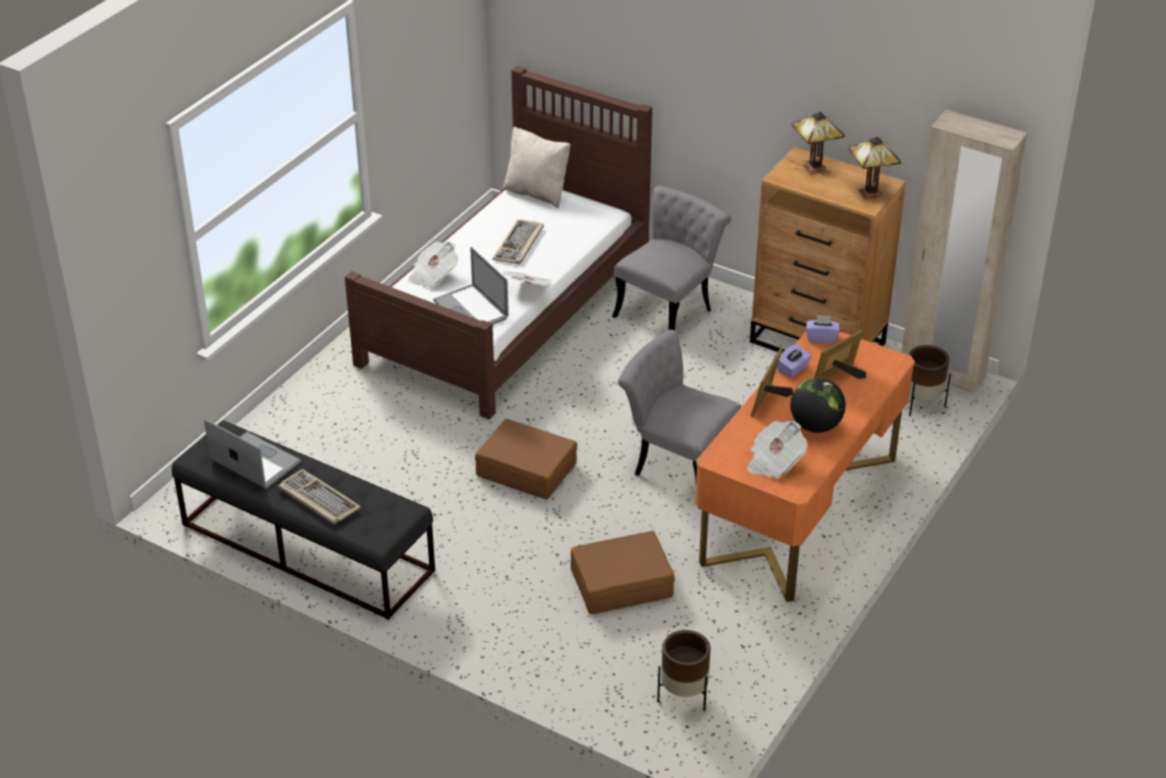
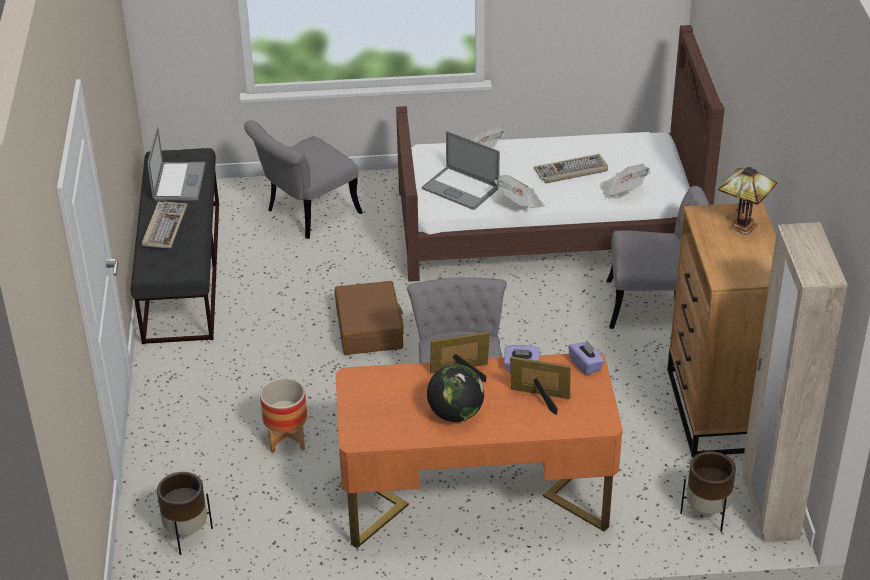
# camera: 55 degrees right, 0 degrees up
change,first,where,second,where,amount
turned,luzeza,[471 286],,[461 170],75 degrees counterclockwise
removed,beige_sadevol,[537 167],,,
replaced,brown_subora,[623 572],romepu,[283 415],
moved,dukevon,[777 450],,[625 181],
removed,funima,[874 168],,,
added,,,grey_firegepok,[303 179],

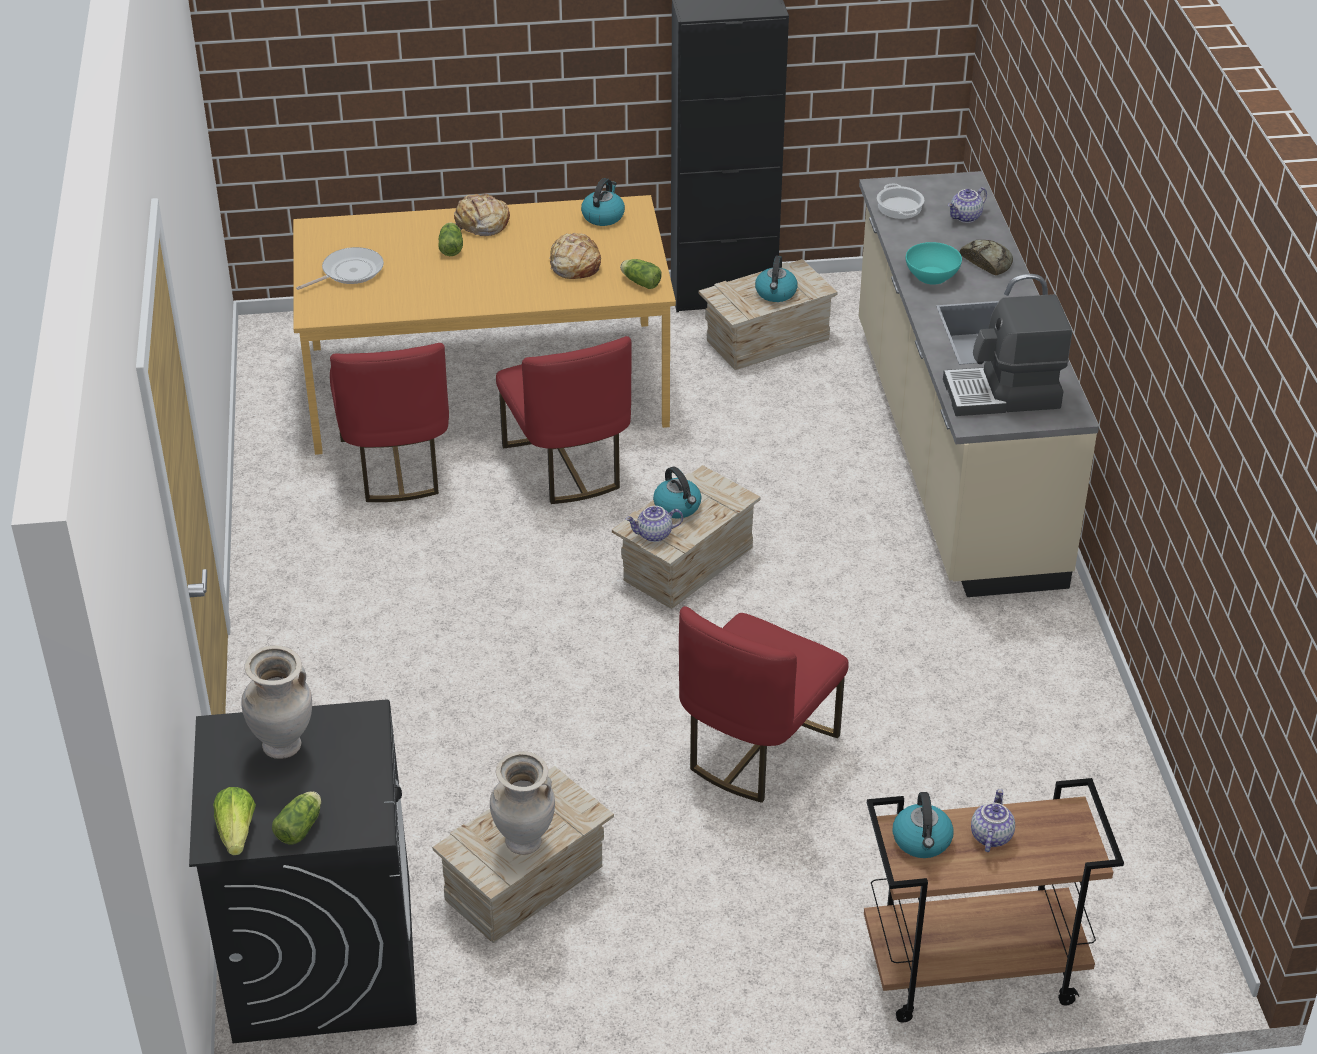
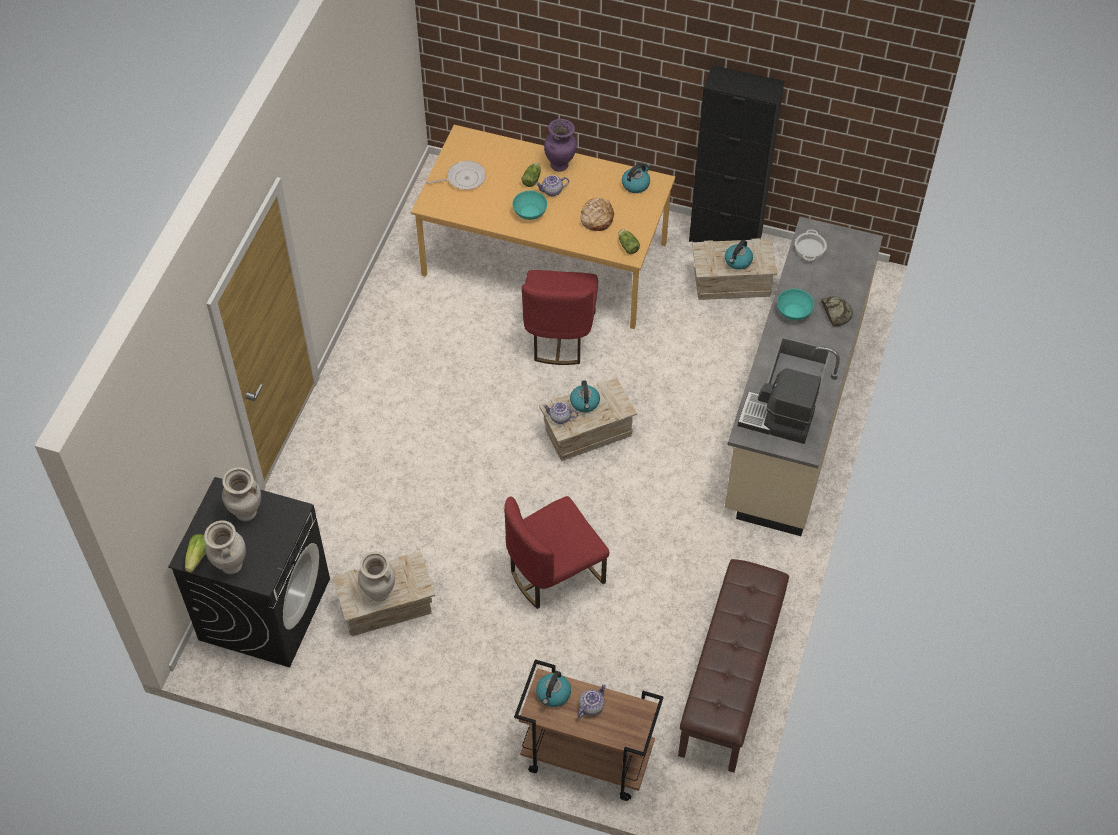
# camera: 25 degrees right, 15 degrees up
change,first,where,second,where,amount
replaced,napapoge,[296 817],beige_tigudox,[225 547],
removed,red_firegepok,[389 422],,,
replaced,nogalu,[482 214],purple_tigudox,[560 145],
moved,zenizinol,[967 205],,[552 185],
added,,,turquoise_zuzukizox,[529 205],
added,,,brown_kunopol,[733 665],

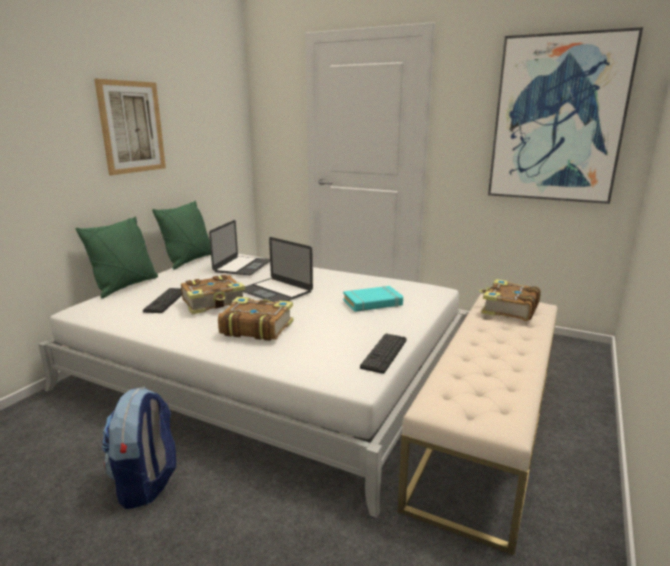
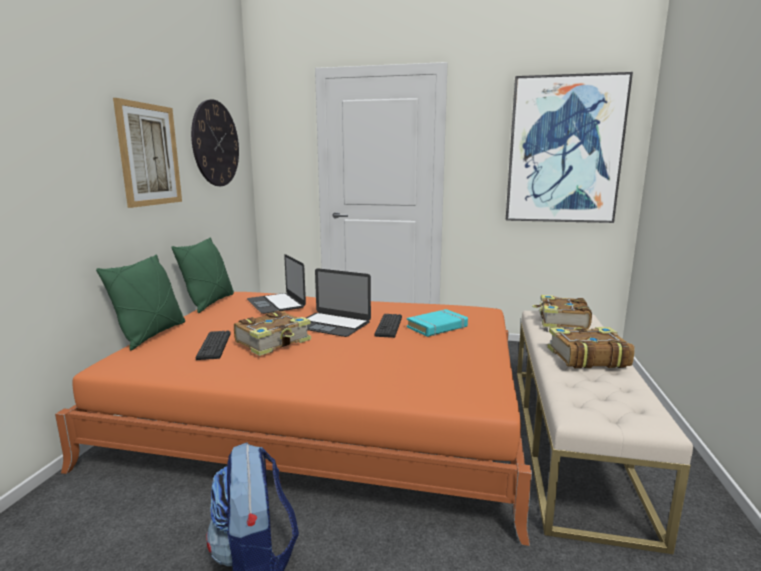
# camera: 15 degrees left, 5 degrees down
change,first,where,second,where,amount
recoloured,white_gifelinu,[252 386],orange_gifelinu,[293 419],
turned,luzeza,[239 247],,[276 284],150 degrees clockwise
moved,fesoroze,[255 319],,[591 347],
moved,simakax,[383 353],,[388 326],
added,,,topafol,[215 142],

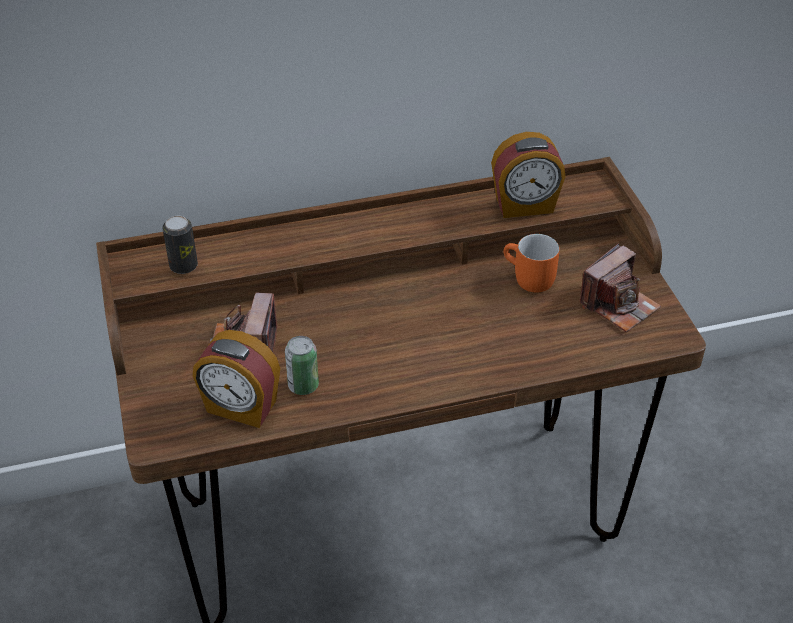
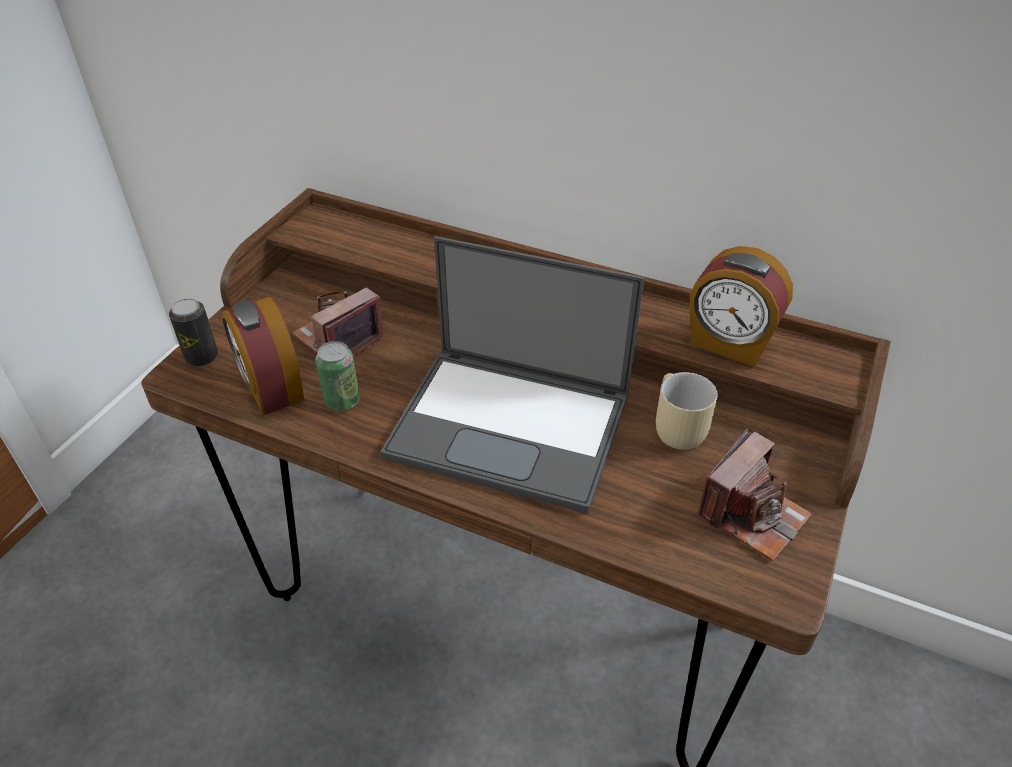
# camera: 40 degrees right, 0 degrees up
change,first,where,second,where,amount
moved,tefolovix,[180 245],,[193 332],
recoloured,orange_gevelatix,[532 263],beige_gevelatix,[687 411],
turned,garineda,[620 287],,[754 494],45 degrees counterclockwise
added,,,luzeza,[512 375],

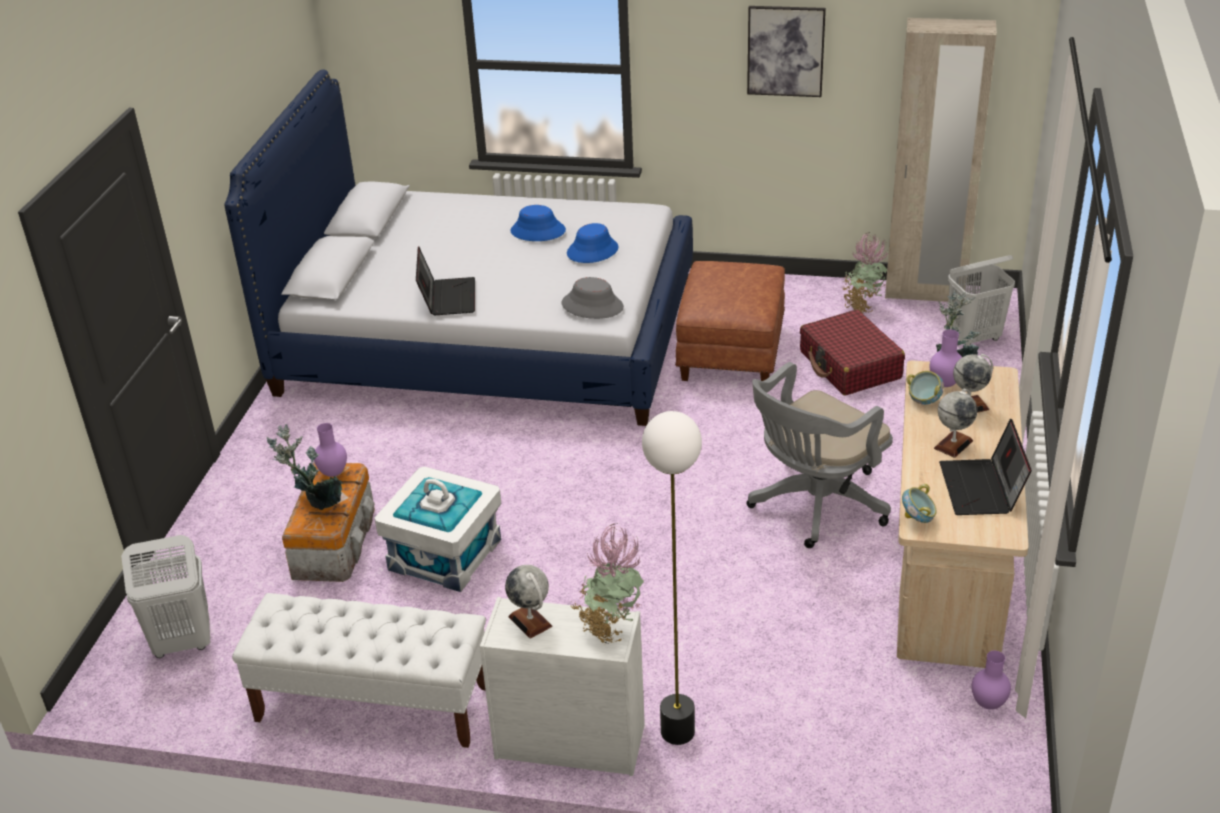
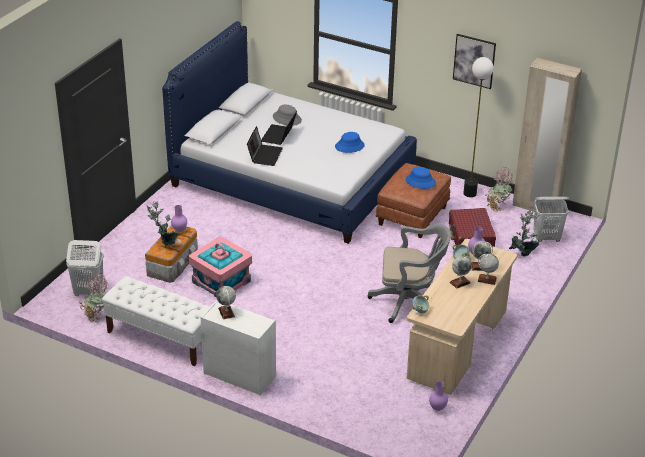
# camera: 15 degrees right, 0 degrees up
change,first,where,second,where,amount
recoloured,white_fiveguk,[438 529],pink_fiveguk,[220 267],
moved,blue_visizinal,[538 223],,[421 178],
moved,grey_visizinal,[592 298],,[287 115],
moved,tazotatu,[607 583],,[94 297],
moved,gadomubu,[672 578],,[478 127],
turned,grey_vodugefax,[820 455],,[409 273],150 degrees counterclockwise
moved,luzeza,[985 466],,[279 128],
added,,,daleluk,[488 269],

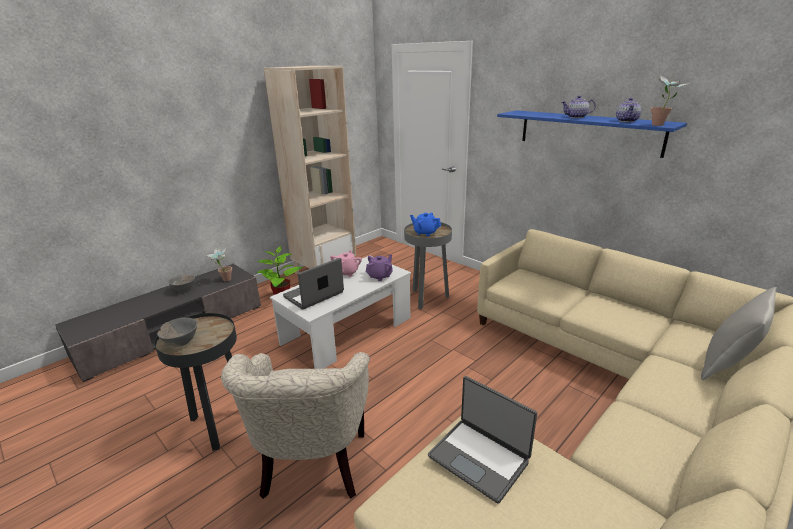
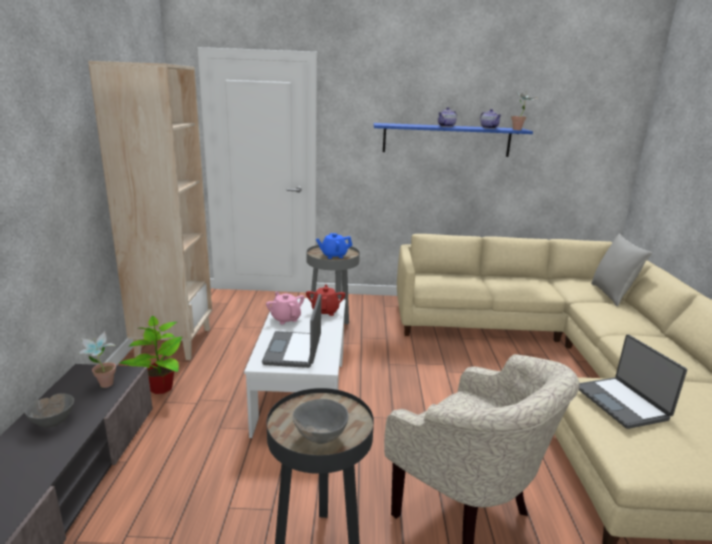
# camera: 45 degrees left, 5 degrees down
change,first,where,second,where,amount
recoloured,purple_zenizinol,[379 268],red_zenizinol,[325 300],
turned,luzeza,[482 440],,[633 382],75 degrees clockwise

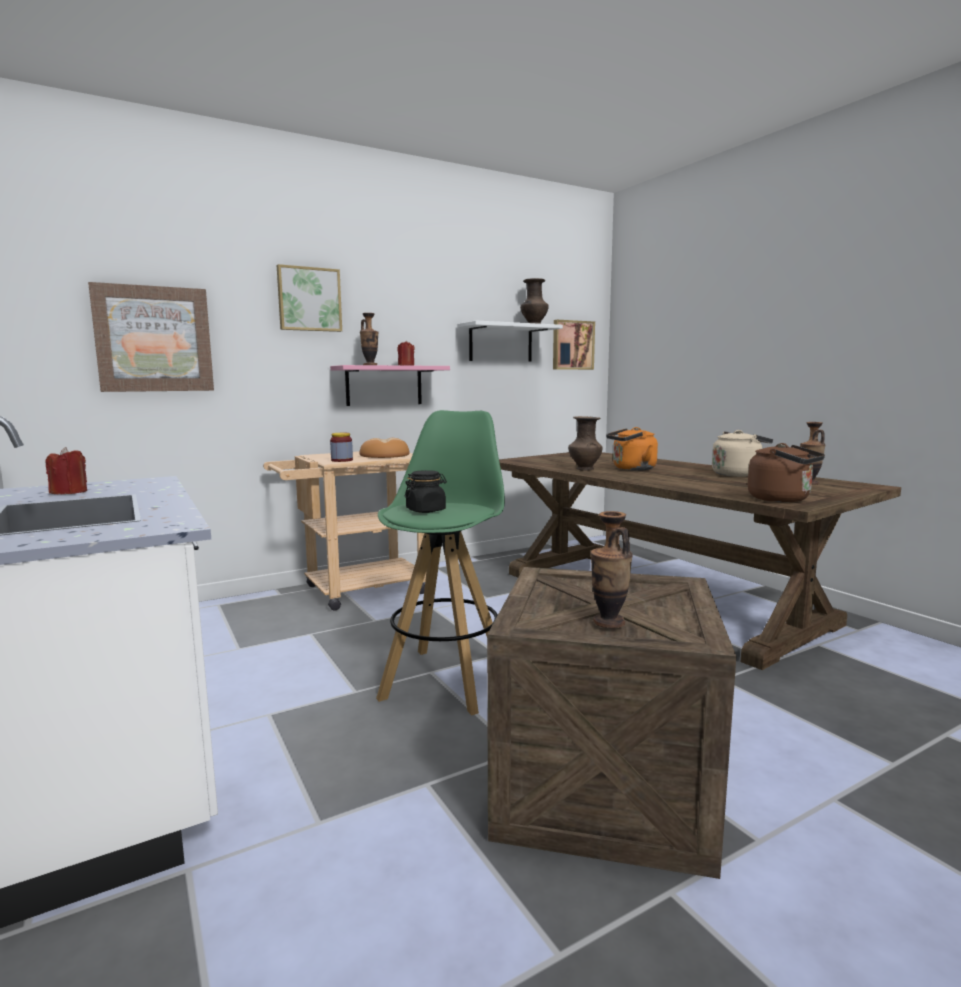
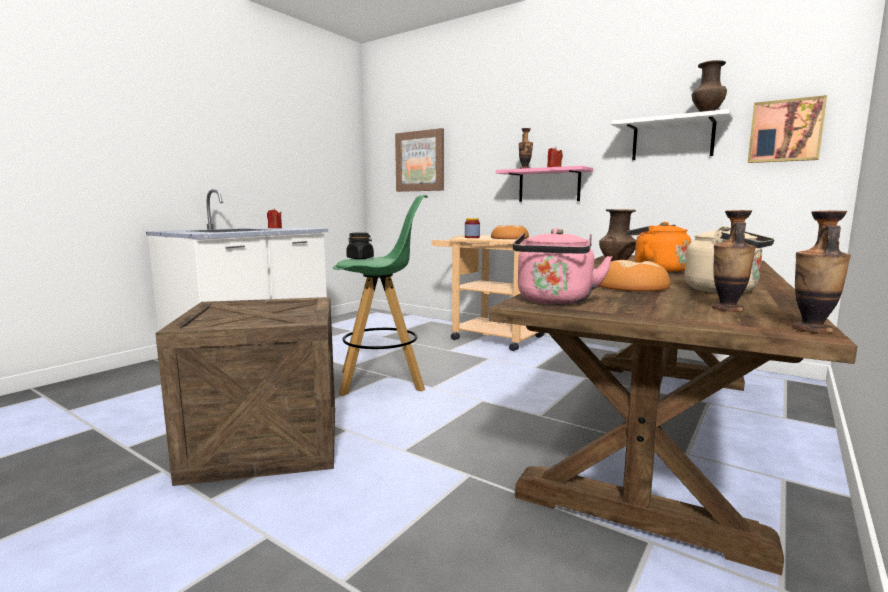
# camera: 65 degrees right, 0 degrees up
change,first,where,second,where,amount
removed,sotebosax,[309 298],,,
moved,tigudox,[611 569],,[821 272],
recoloured,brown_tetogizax,[786 472],pink_tetogizax,[563 266],
added,,,nogalu,[634 275],

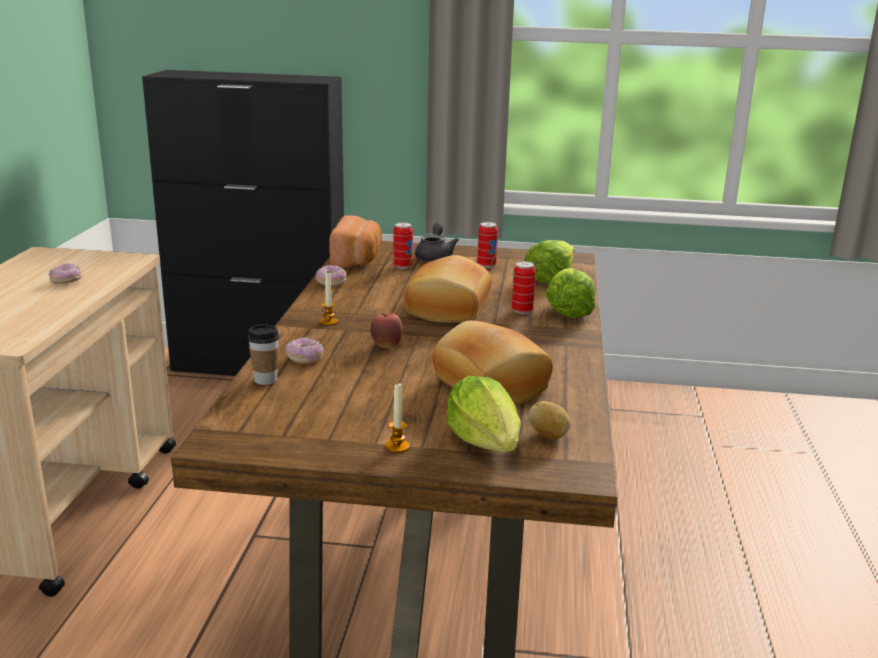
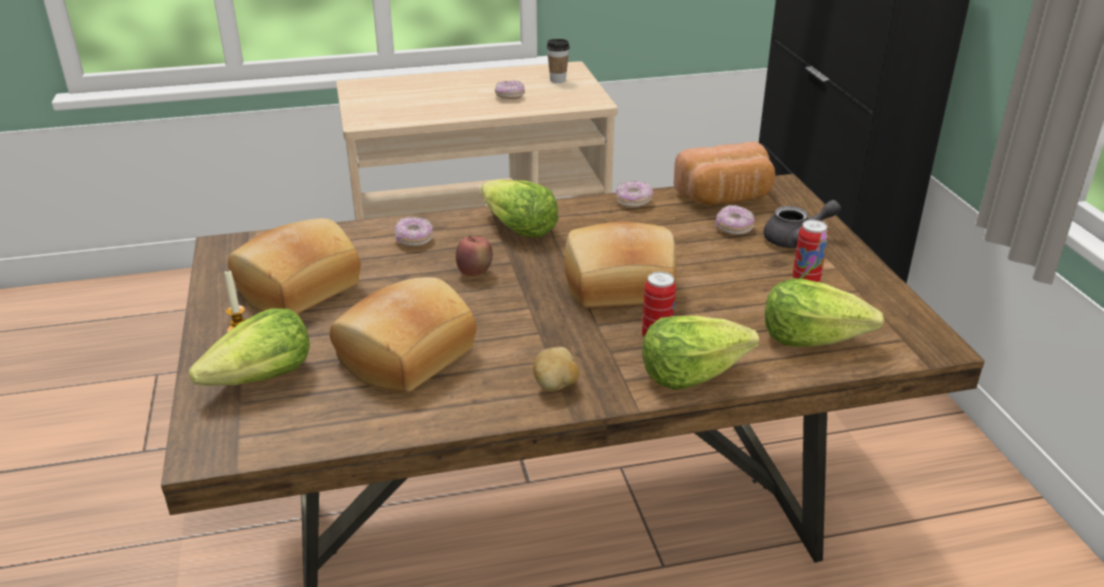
# camera: 70 degrees right, 10 degrees up
change,first,where,second,where,amount
moved,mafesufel,[263 354],,[558 61],
replaced,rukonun,[329 299],napapoge,[519 208],
replaced,tefolovix,[403 245],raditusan,[735 220],
moved,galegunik,[549 420],,[556 369],
added,,,nogalu,[294 266],

